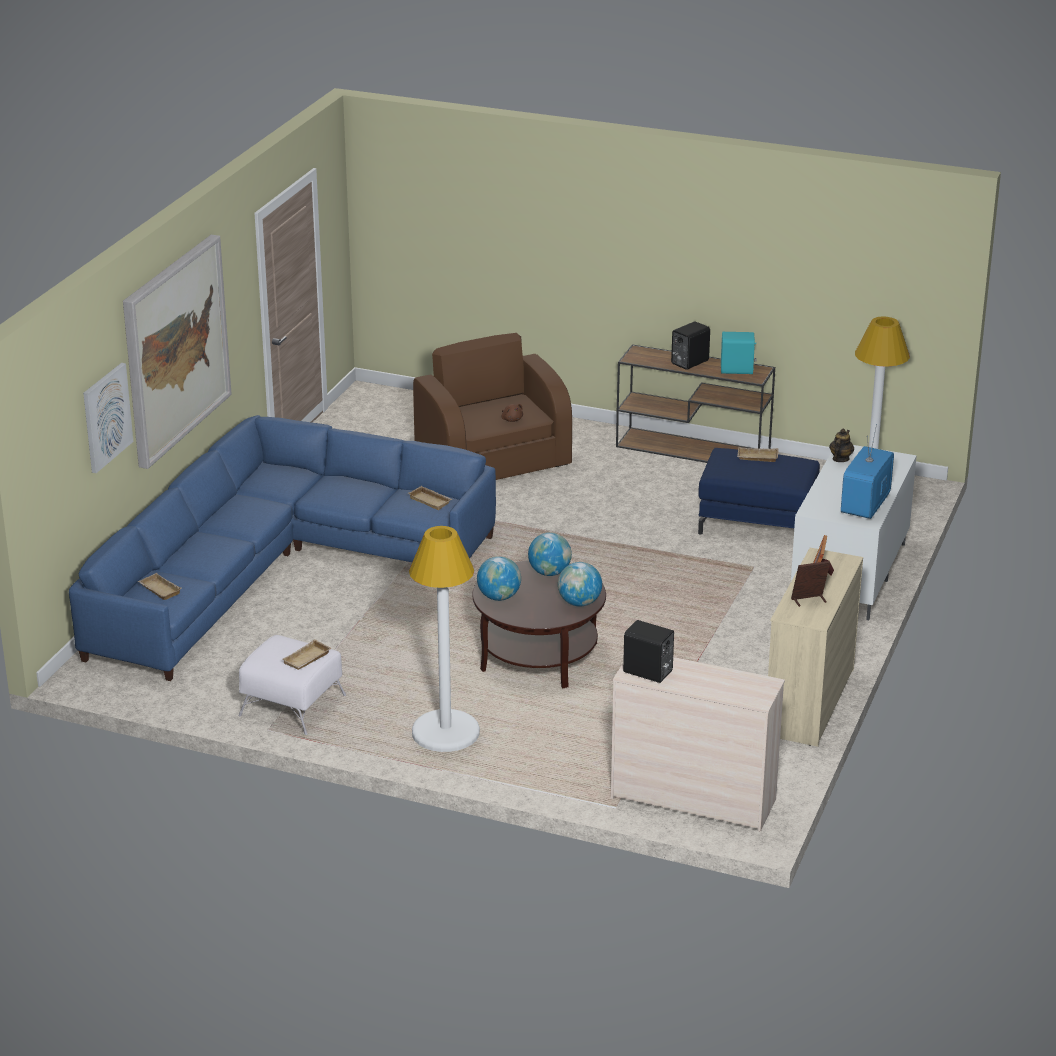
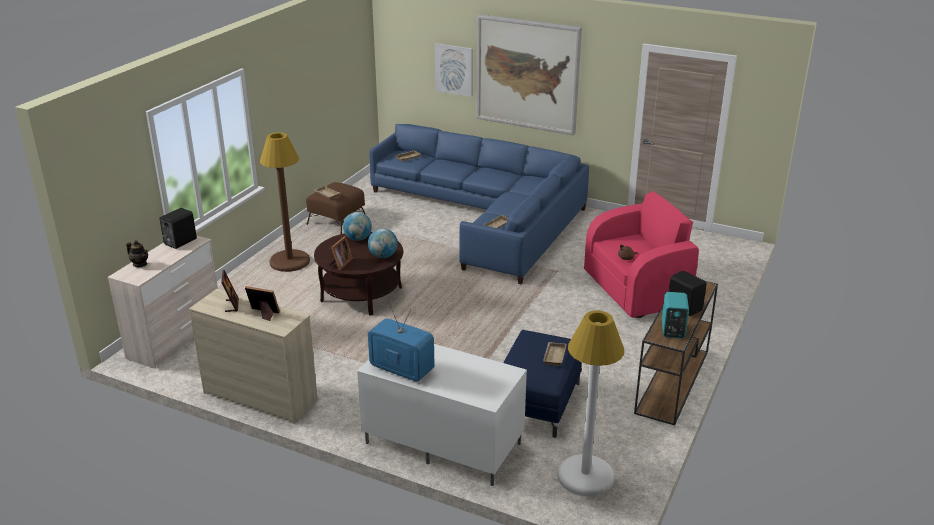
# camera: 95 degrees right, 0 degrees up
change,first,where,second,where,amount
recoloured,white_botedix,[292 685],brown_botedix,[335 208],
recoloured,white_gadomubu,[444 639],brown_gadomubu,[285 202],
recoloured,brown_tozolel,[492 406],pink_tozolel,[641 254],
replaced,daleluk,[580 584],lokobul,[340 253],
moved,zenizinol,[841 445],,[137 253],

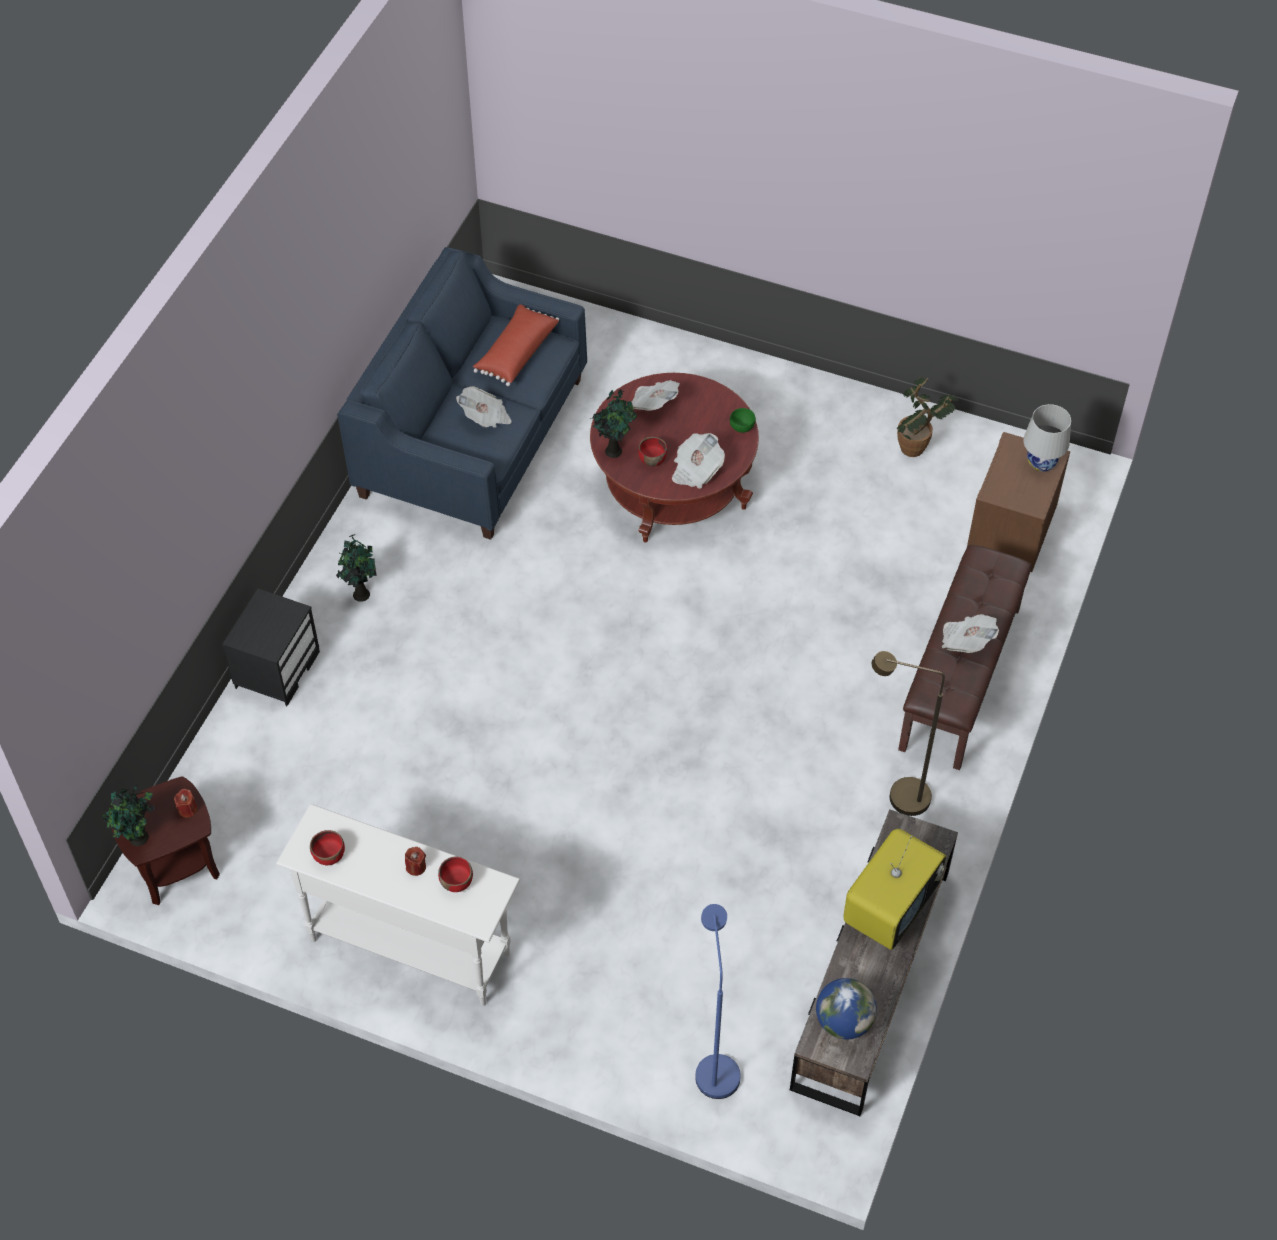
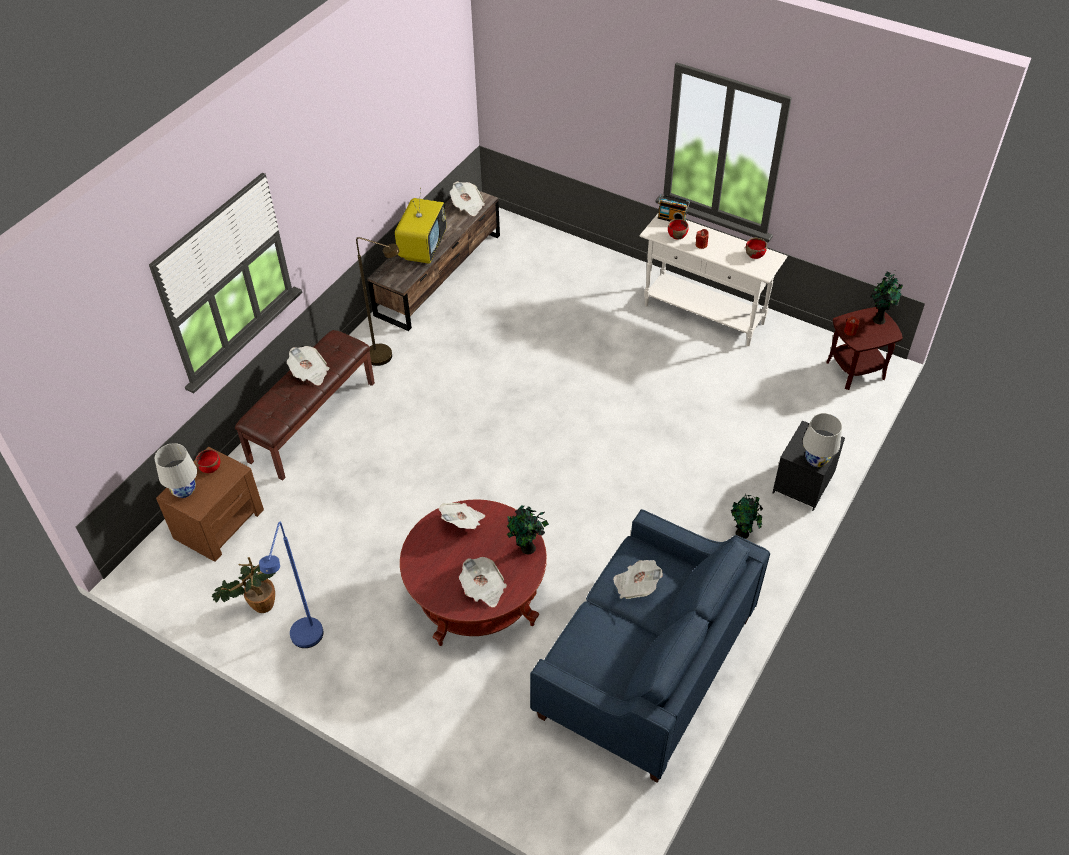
# camera: 170 degrees left, 5 degrees down
change,first,where,second,where,amount
removed,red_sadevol,[516 345],,,
moved,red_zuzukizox,[652 451],,[207 461],
moved,blue_gadomubu,[718 1001],,[291 585],
removed,green_zuzukizox,[743 420],,,
replaced,daleluk,[846 1008],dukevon,[467 198],
turned,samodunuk,[894 889],,[420 225],150 degrees clockwise
added,,,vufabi,[674 207],
added,,,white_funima,[822 440],

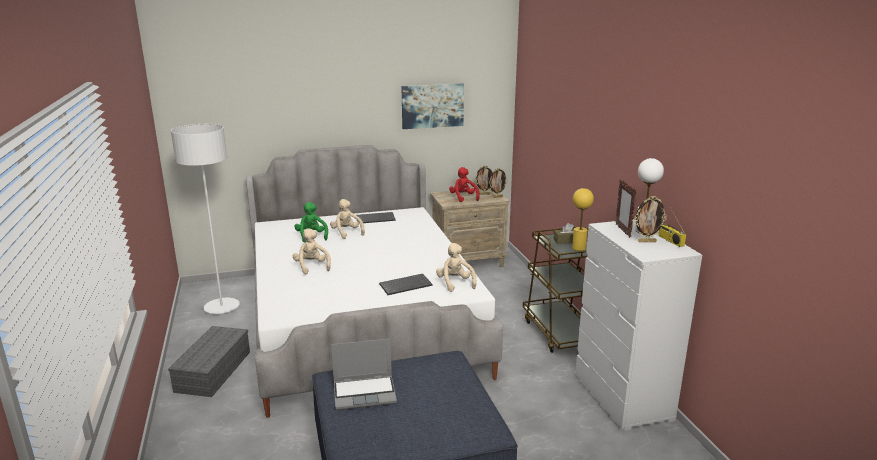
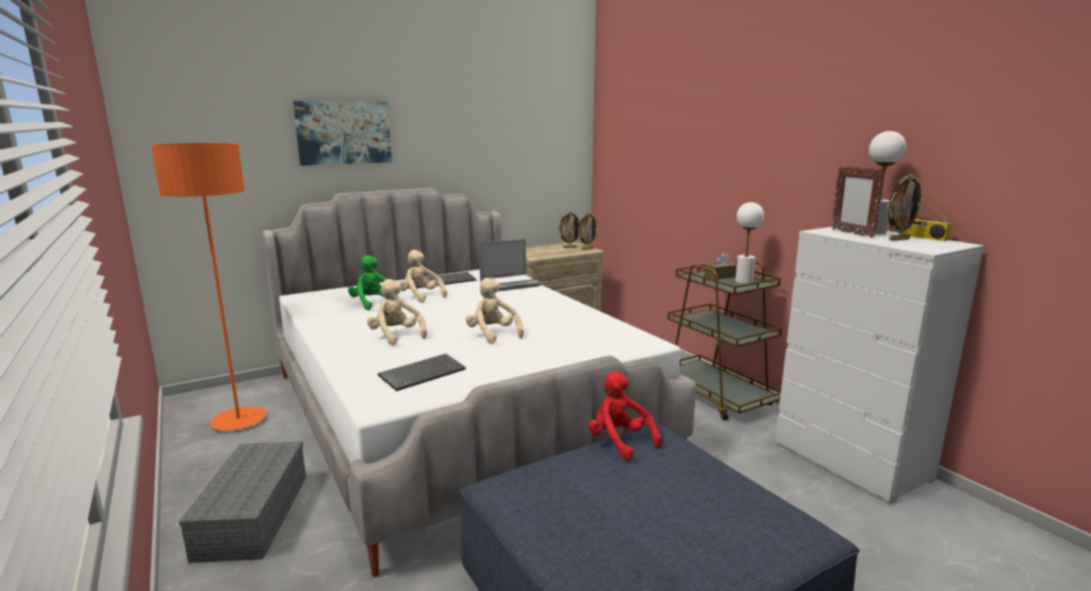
# camera: 15 degrees left, 5 degrees down
change,first,where,second,where,amount
recoloured,white_gadomubu,[205 219],orange_gadomubu,[208 287],
moved,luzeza,[364 374],,[510 265],
moved,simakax,[406 284],,[422 372],
moved,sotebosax,[432 106],,[342 133],
moved,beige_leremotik,[456 267],,[495 311],
moved,red_leremotik,[464 184],,[625 415],
recoloured,yellow_funima,[583 219],white_funima,[749 243],

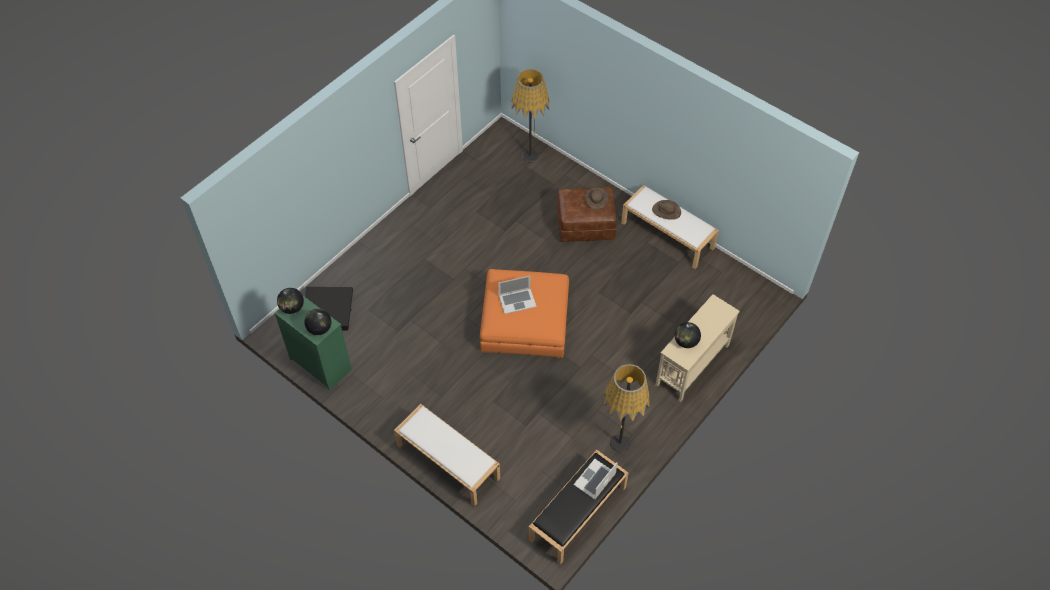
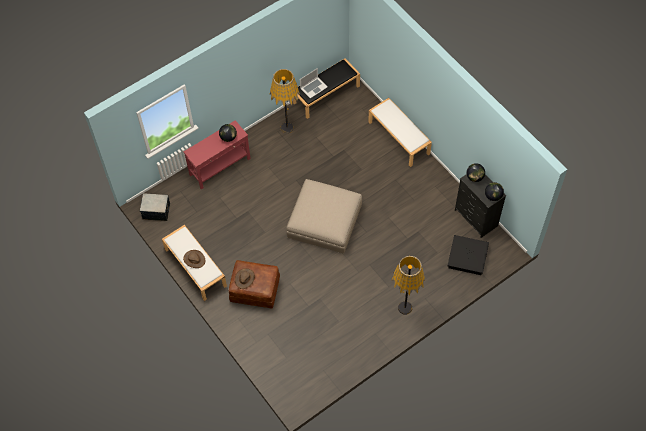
# camera: 165 degrees left, 5 degrees up
change,first,where,second,where,amount
recoloured,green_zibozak,[313 343],black_zibozak,[480 206],
recoloured,orange_botedix,[524 313],beige_botedix,[324 216],
removed,luzeza,[517 295],,,
moved,gadomubu,[530 116],,[408 285],
recoloured,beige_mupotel,[697 348],red_mupotel,[217 154],
added,,,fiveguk,[155 207],

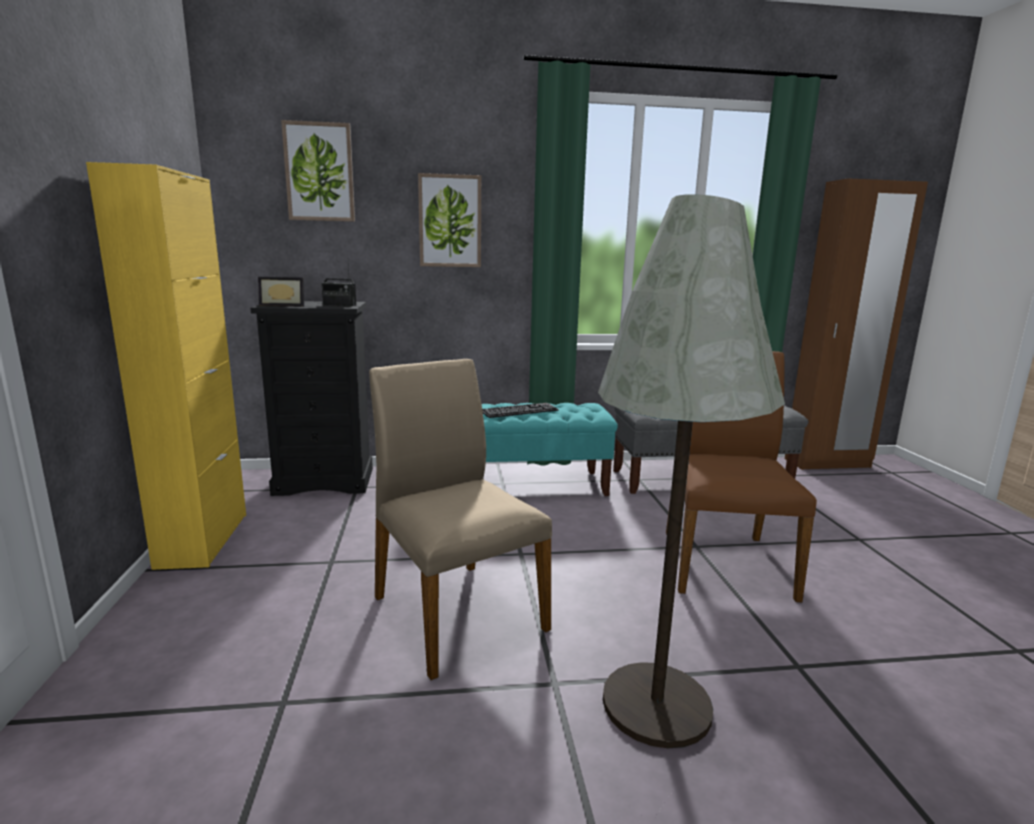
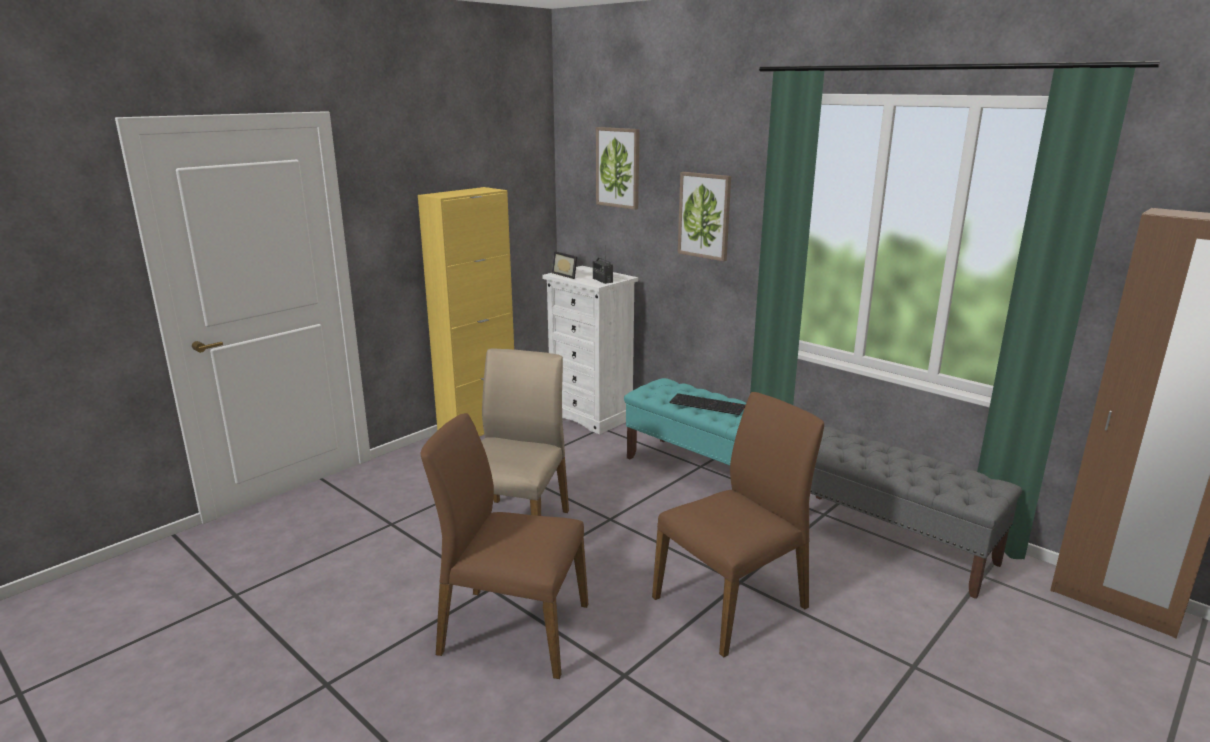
# camera: 50 degrees right, 5 degrees up
change,first,where,second,where,amount
recoloured,black_zibozak,[311 398],white_zibozak,[590 350],
replaced,grey_gadomubu,[691 471],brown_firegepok,[504 546],

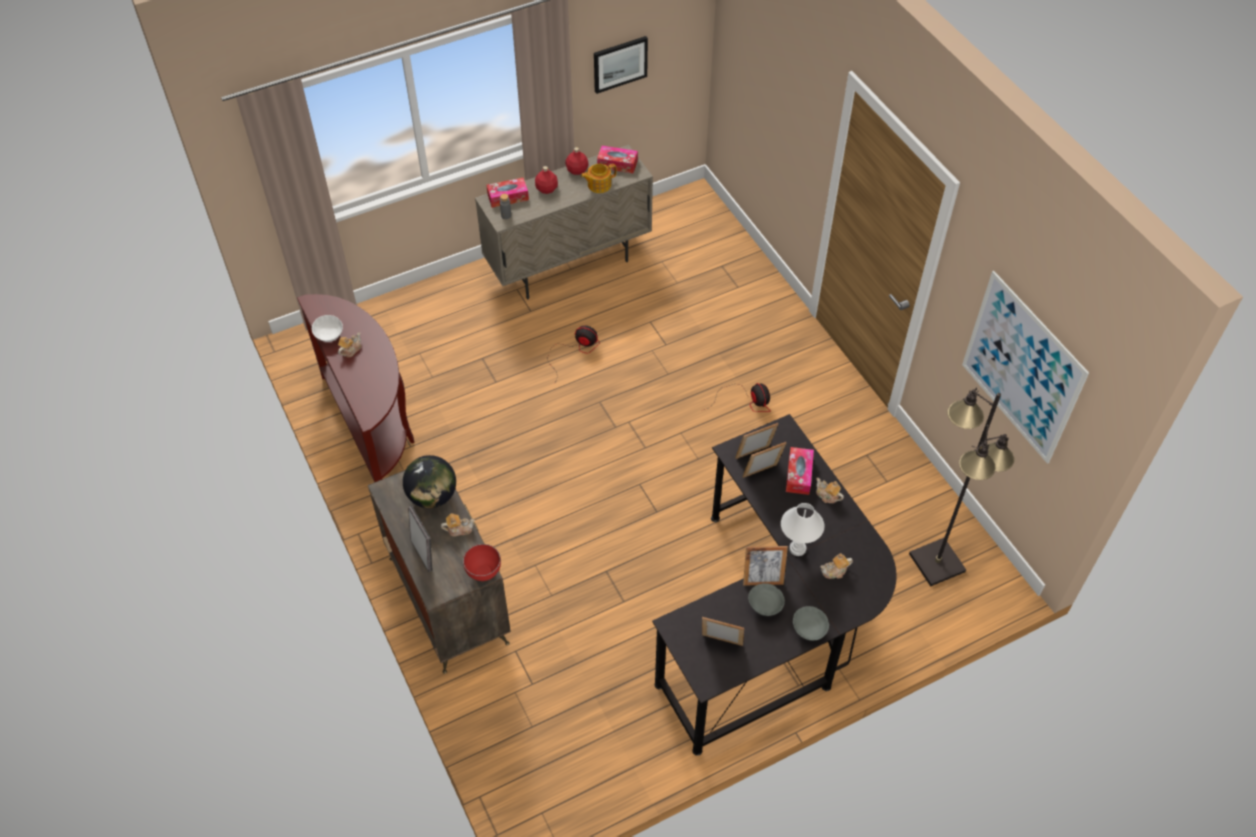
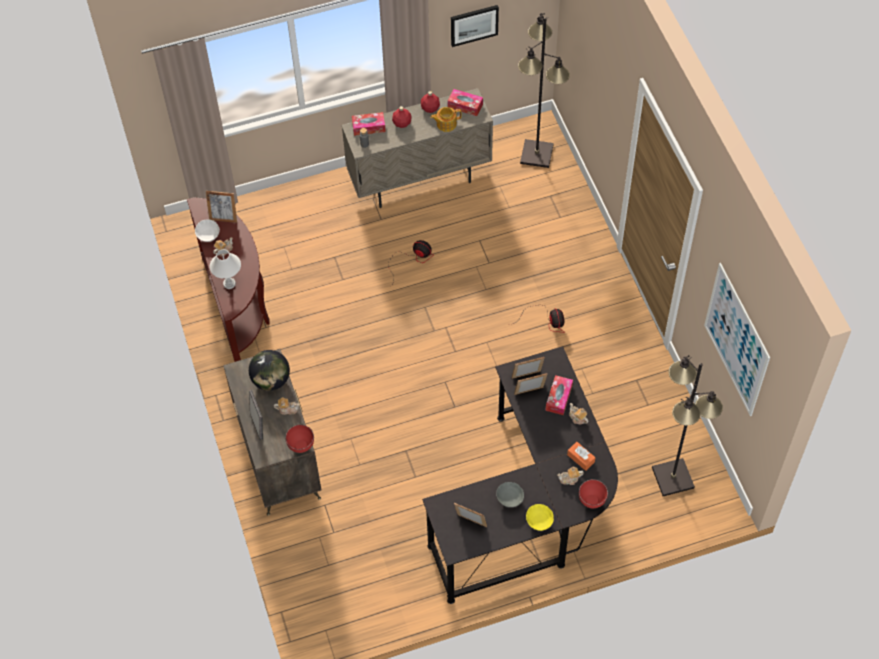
# camera: 10 degrees right, 5 degrees up
change,first,where,second,where,amount
moved,lokobul,[765 566],,[221 207],
moved,white_funima,[803 529],,[225 269],
recoloured,grey_zuzukizox,[811 623],yellow_zuzukizox,[540 517],
added,,,black_gadomubu,[544 90],
added,,,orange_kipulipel,[581 456],
added,,,red_zuzukizox,[593 493],

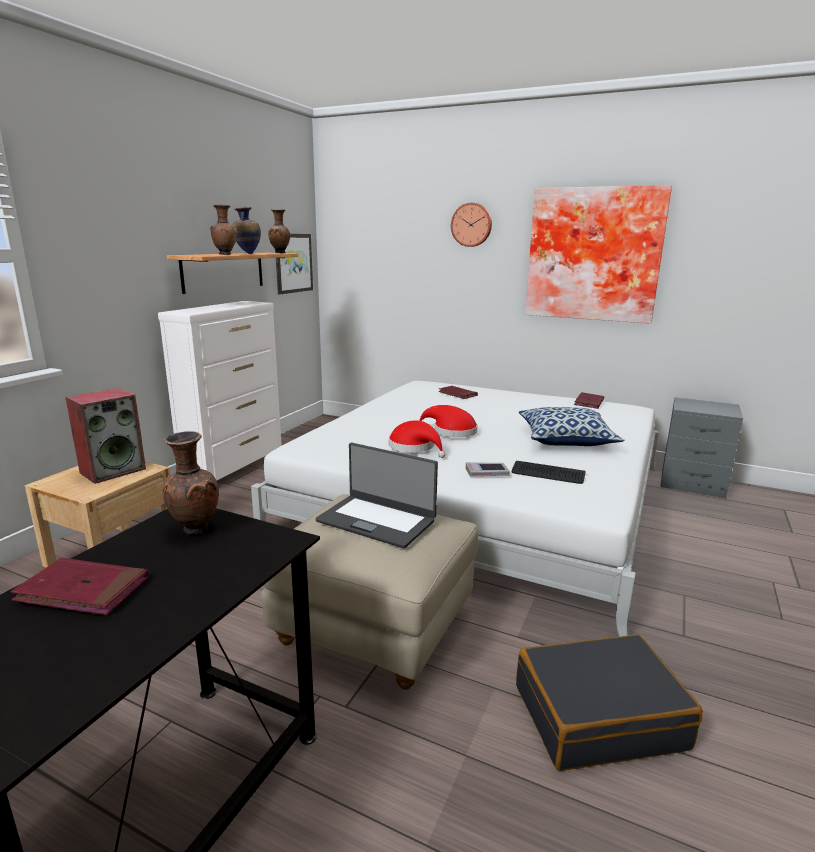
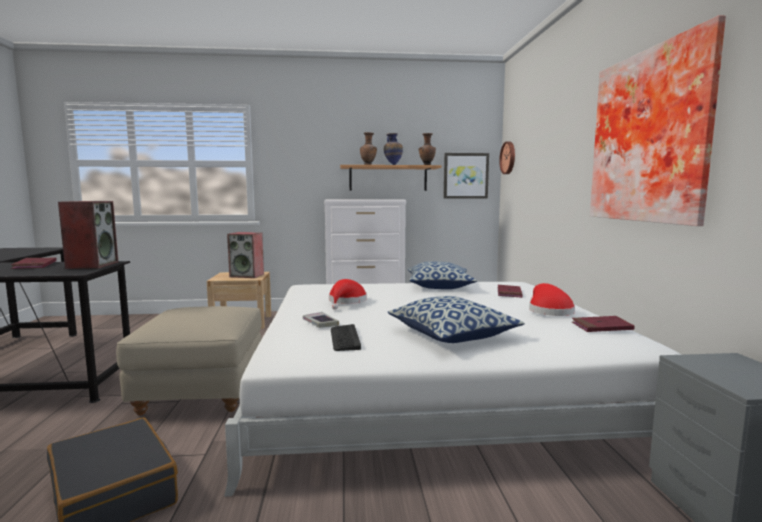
# camera: 60 degrees right, 10 degrees down
change,first,where,second,where,amount
replaced,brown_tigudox,[190 483],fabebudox,[88 235],
removed,luzeza,[377 495],,,
moved,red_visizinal,[448 421],,[552 299],
moved,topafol,[471 225],,[507 158],
added,,,sadevol,[442 275],

